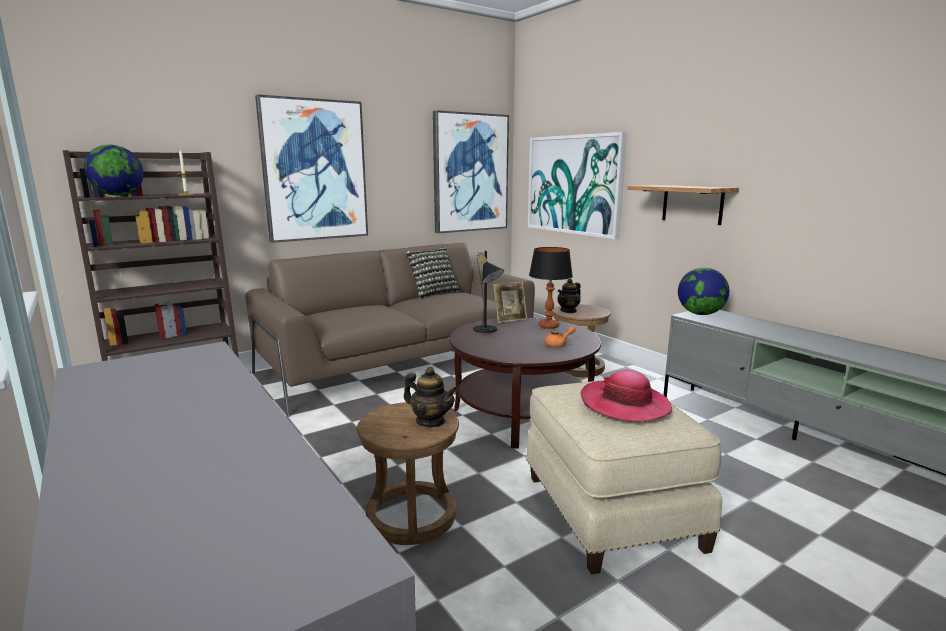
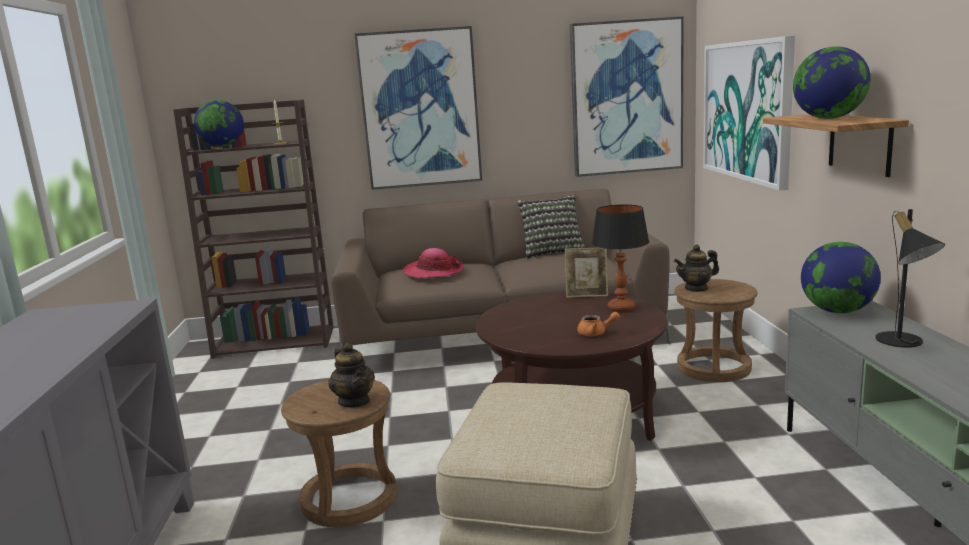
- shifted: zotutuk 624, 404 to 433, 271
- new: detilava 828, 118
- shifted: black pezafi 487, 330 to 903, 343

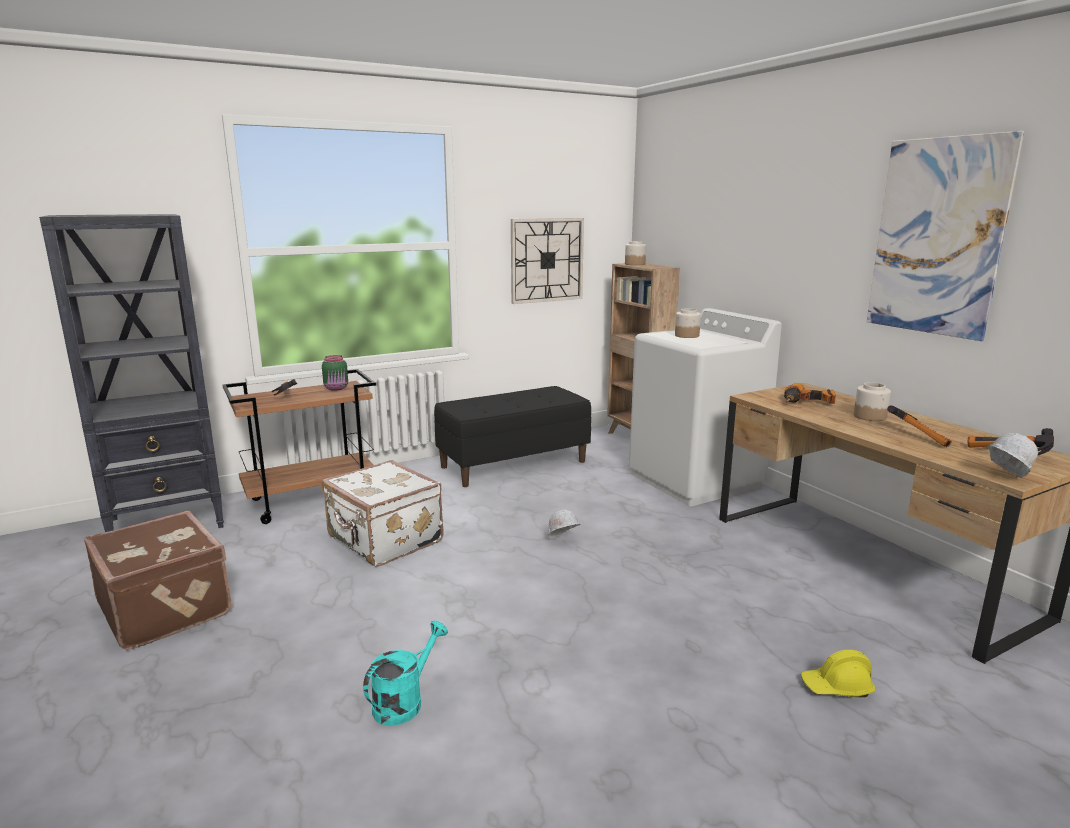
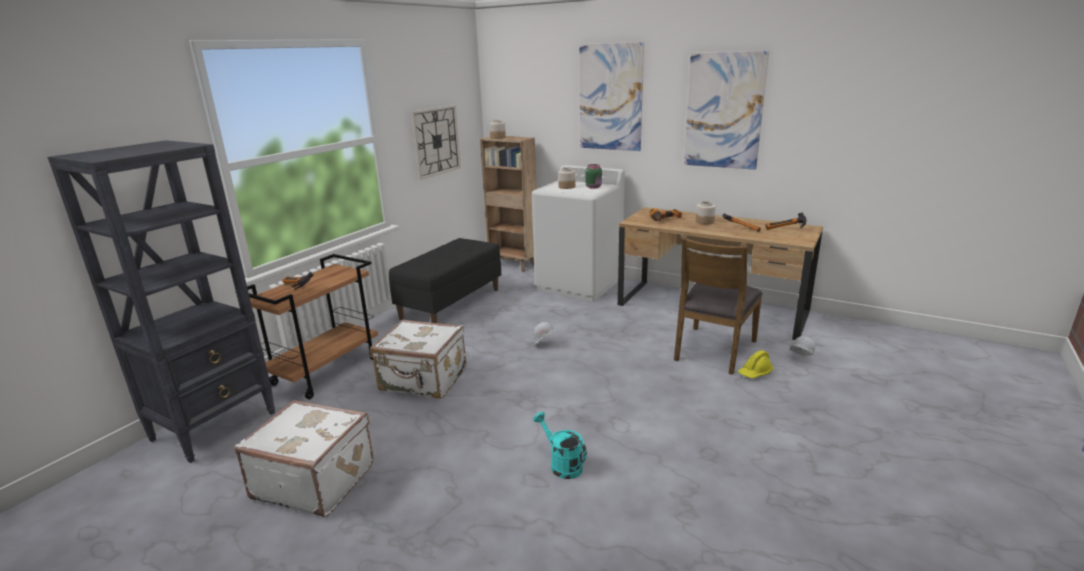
- repainted: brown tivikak 167, 608 to white tivikak 315, 480
- rotated: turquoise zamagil 404, 701 = 562, 464 45 degrees counterclockwise
- new: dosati 610, 97
- shifted: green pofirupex 337, 388 to 594, 187
- new: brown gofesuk 714, 350
- shifted: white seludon 1004, 478 to 800, 359

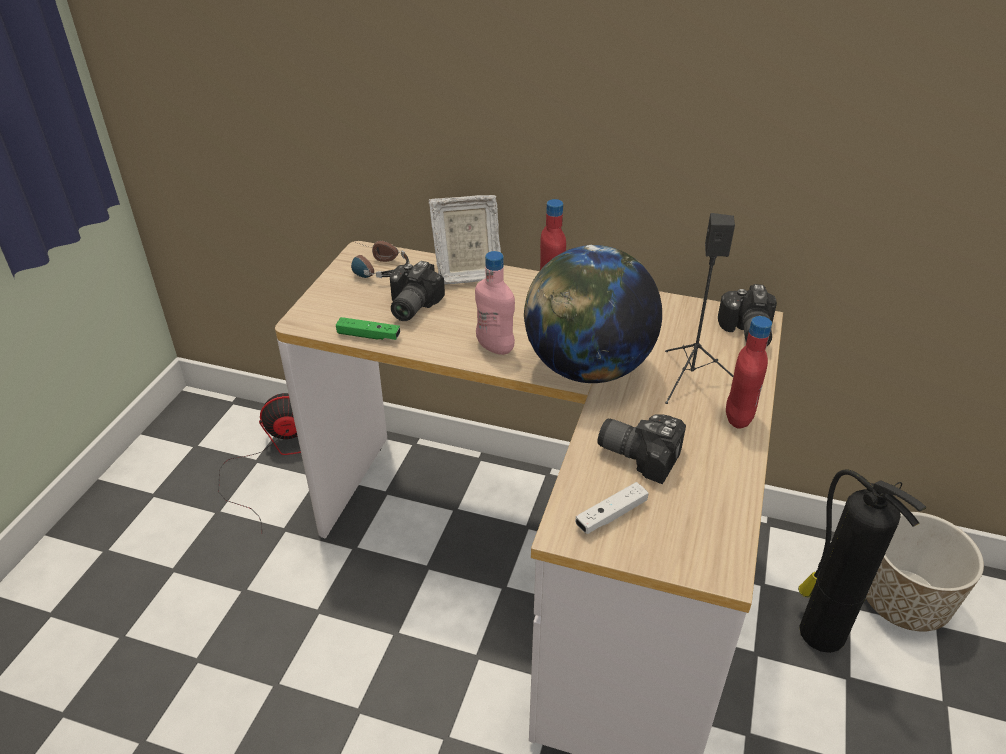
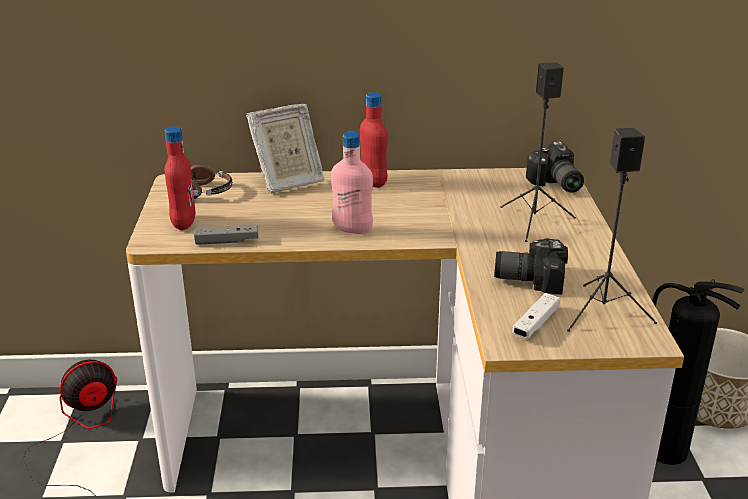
- shifted: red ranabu 738, 417 to 183, 223
- repainted: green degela 368, 335 to grey degela 227, 241
- new: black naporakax 603, 312
- gone: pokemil 409, 306
- gone: detilava 587, 368

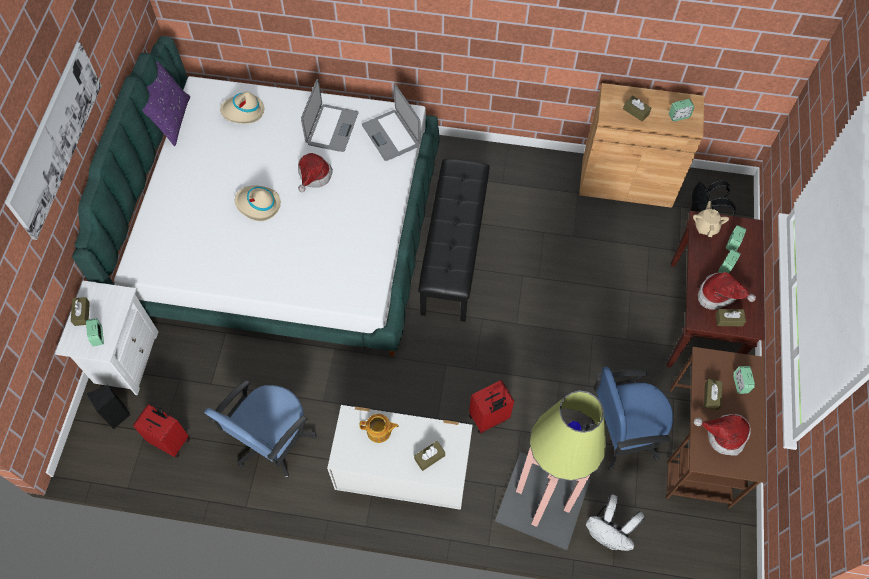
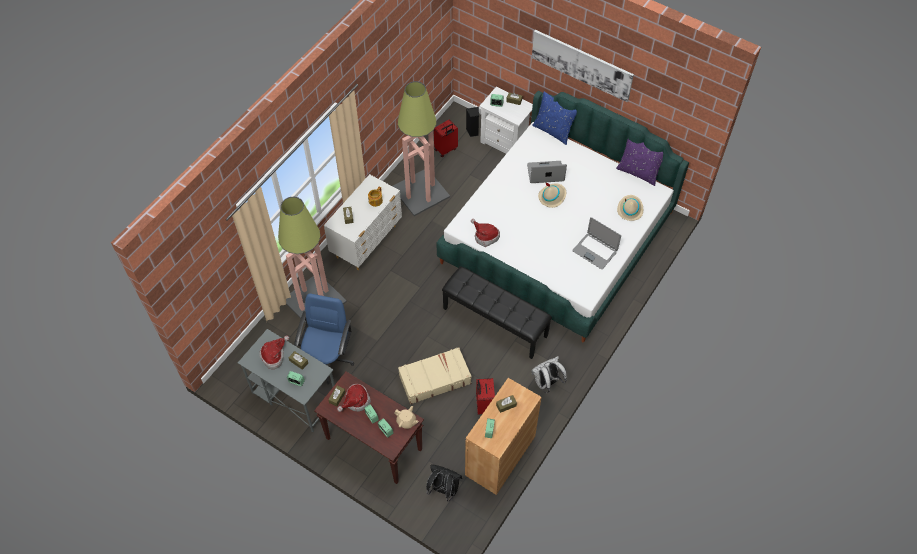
- repainted: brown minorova 699, 447 to grey minorova 294, 396
- swapped: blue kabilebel 272, 441 to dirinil 420, 191
- new: beige tivikak 434, 379
- shifted: zotutuk 313, 176 to 485, 236
- shifted: red tivikak 489, 418 to 484, 405
- shifted: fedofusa 391, 135 to 545, 173
- new: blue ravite 553, 131
- shifted: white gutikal 608, 534 to 547, 383

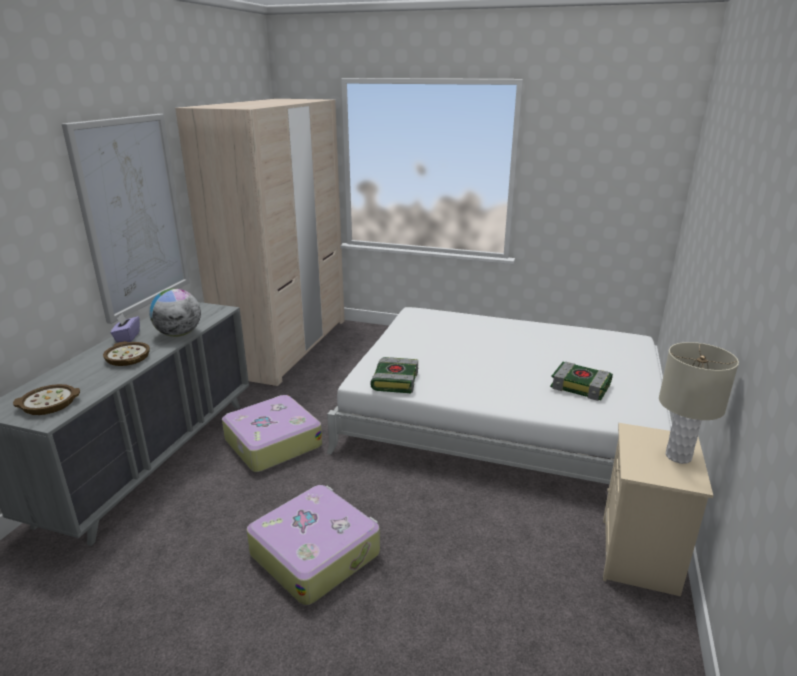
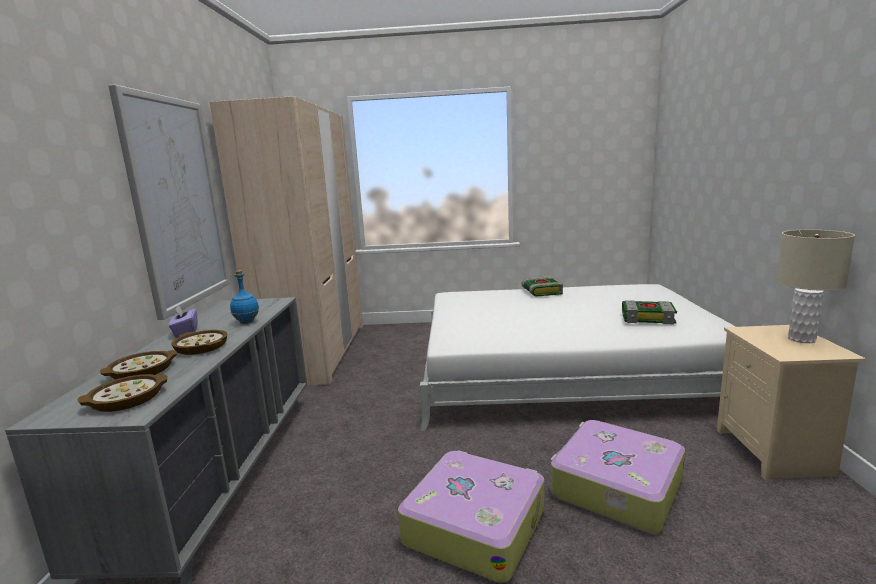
- new: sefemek 142, 371
- swapped: detilava 179, 334 to blue ranabu 246, 322
- shifted: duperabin 394, 380 to 541, 291
- shifted: tivikak 272, 443 to 615, 487

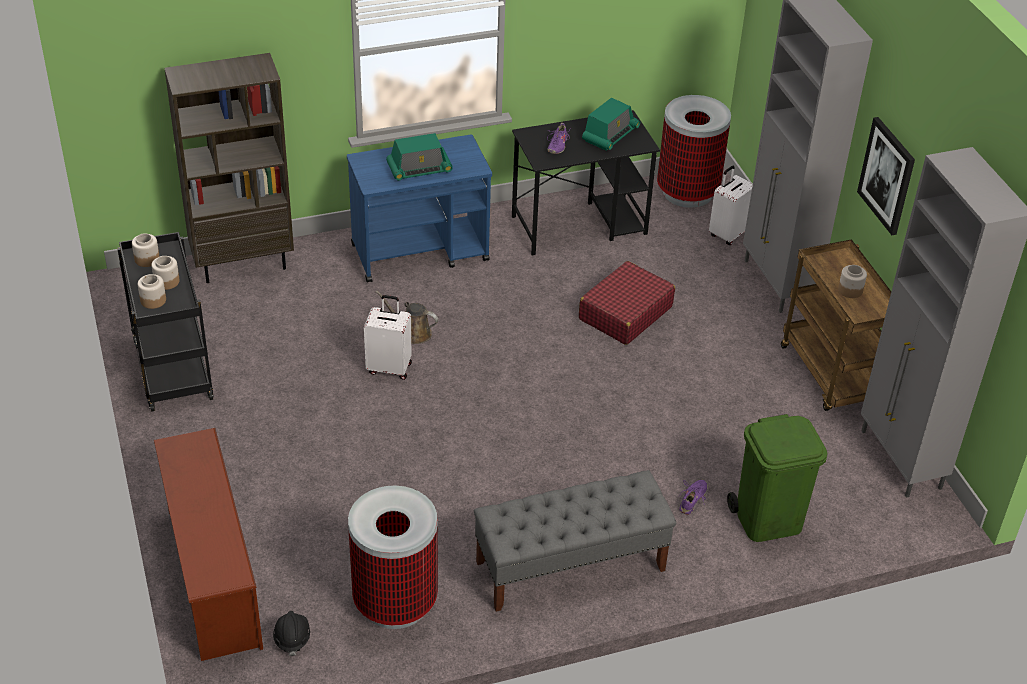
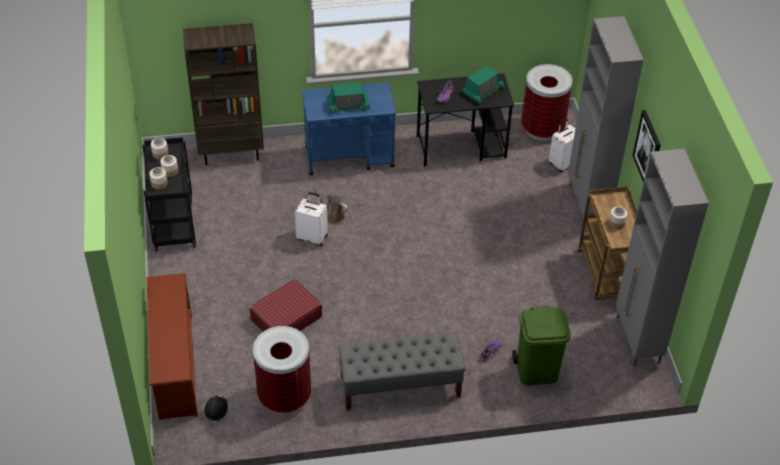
- shifted: red tivikak 625, 313 to 286, 318

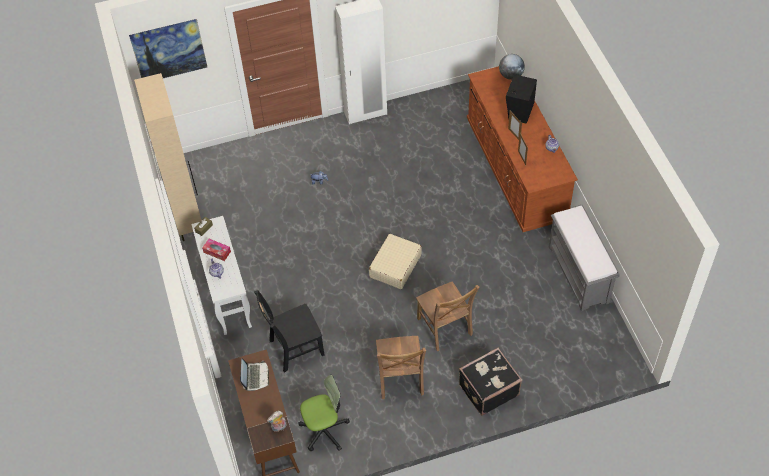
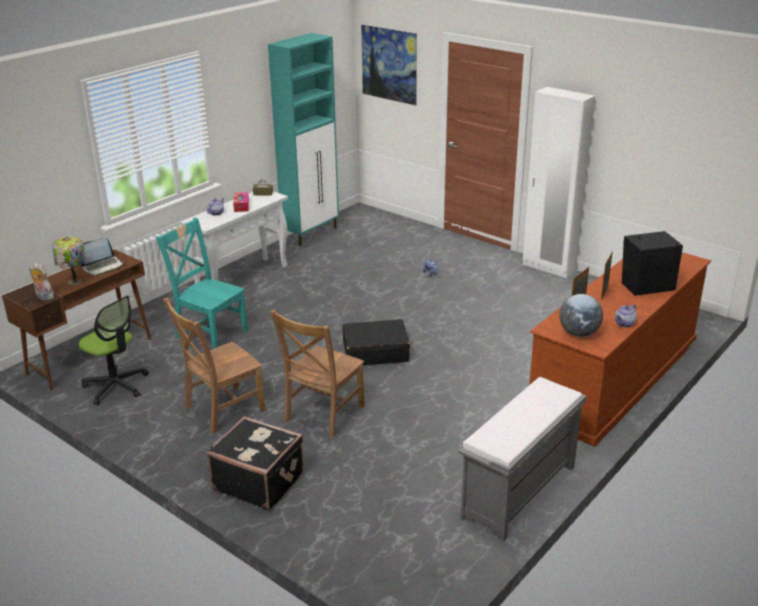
- new: pezafi 74, 282
- repainted: black gofesuk 294, 348 to turquoise gofesuk 209, 332
- repainted: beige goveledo 188, 218 to turquoise goveledo 311, 234
- repainted: beige tivikak 395, 266 to black tivikak 375, 352
- shifted: detilava 511, 75 to 579, 333

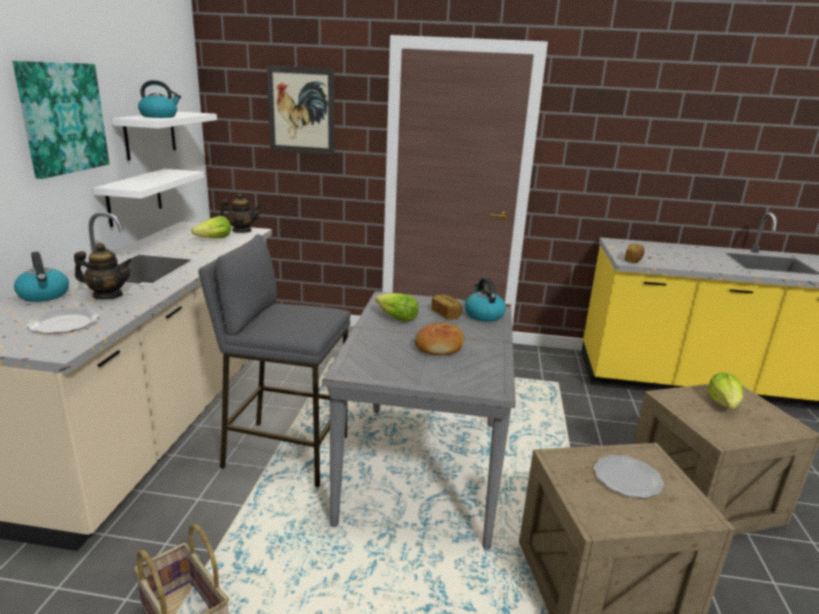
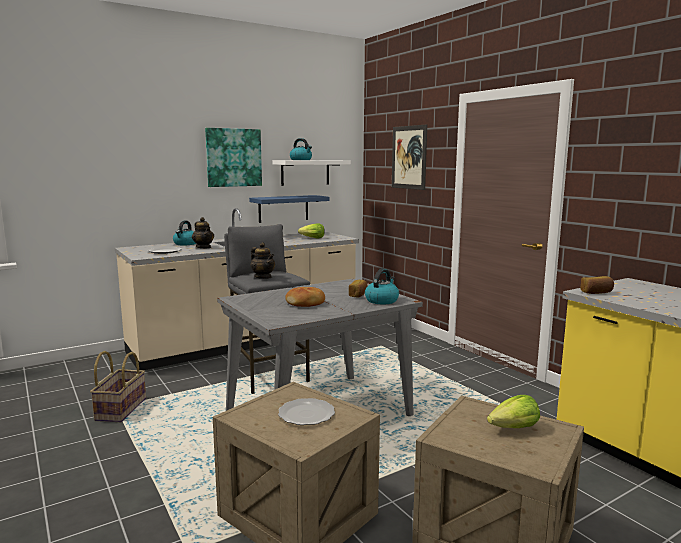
- repainted: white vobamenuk 134, 197 to blue vobamenuk 283, 208
- shifted: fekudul 241, 231 to 263, 277
- gone: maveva 396, 318

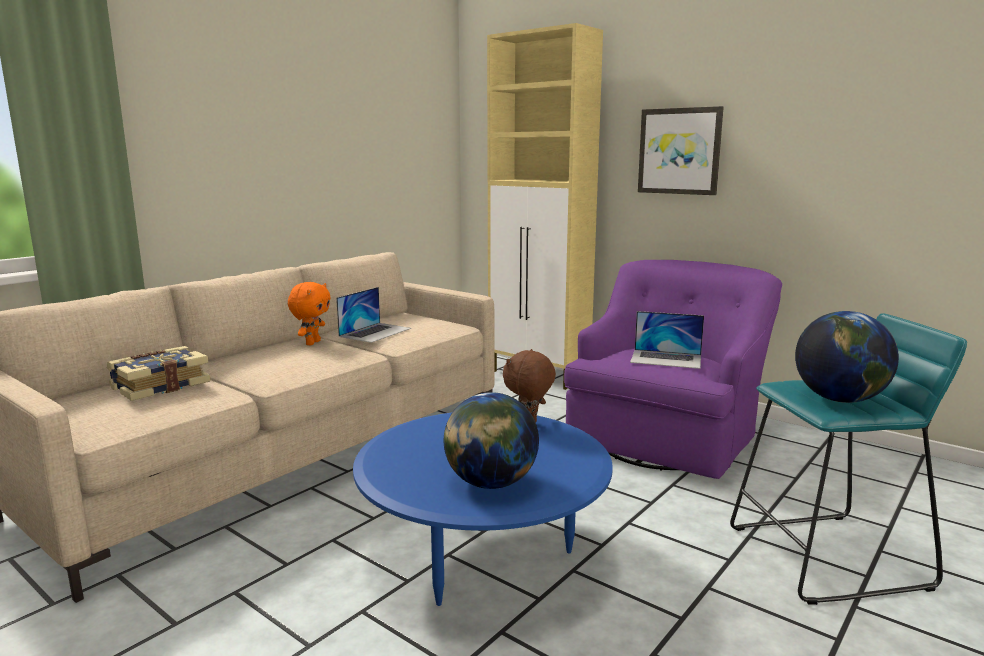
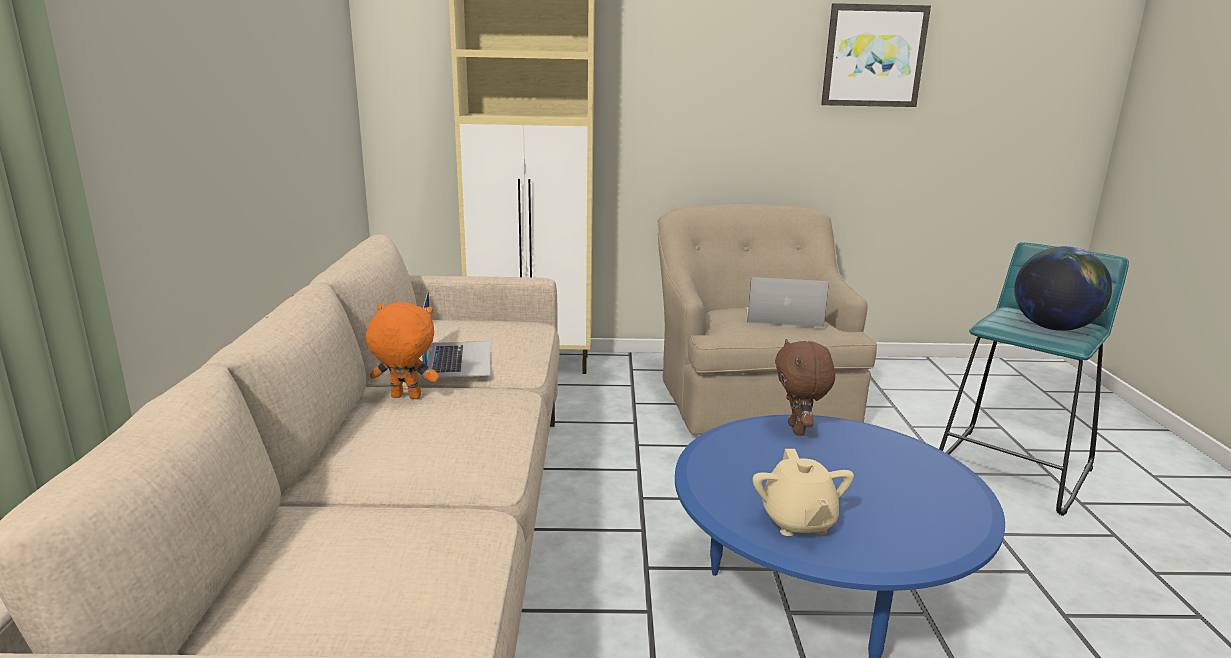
- rotated: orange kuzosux 312, 343 = 405, 398 60 degrees counterclockwise
- repainted: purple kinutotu 666, 435 to beige kinutotu 751, 398
- rotated: fedofusa 666, 359 = 783, 317 150 degrees counterclockwise
- new: beige fekudul 798, 522
- shifted: dosati 679, 151 to 873, 56
- gone: duperabin 160, 386
- gone: detilava 490, 483

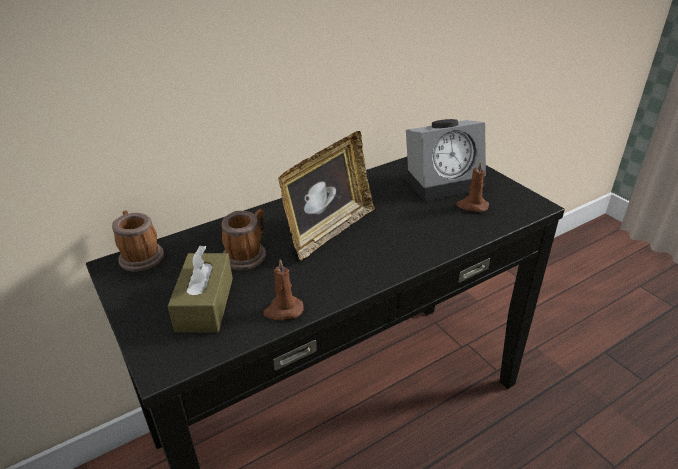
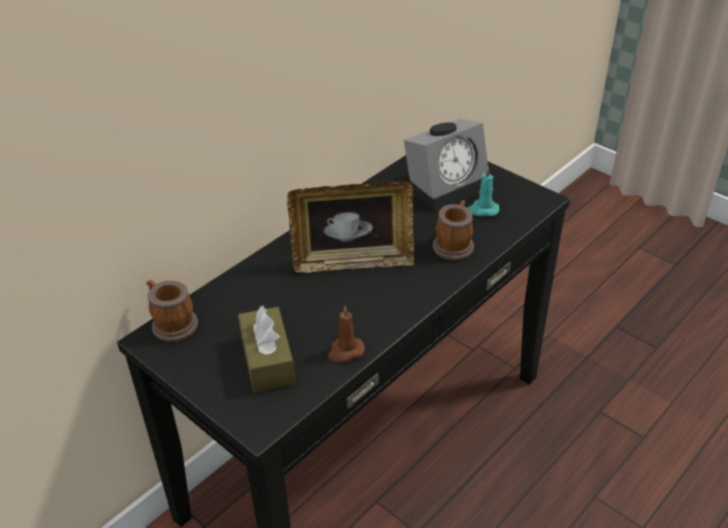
- rotated: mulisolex 329, 230 = 353, 262 60 degrees clockwise
- shifted: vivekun 248, 254 to 454, 244
- repainted: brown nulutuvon 472, 206 to turquoise nulutuvon 482, 210

